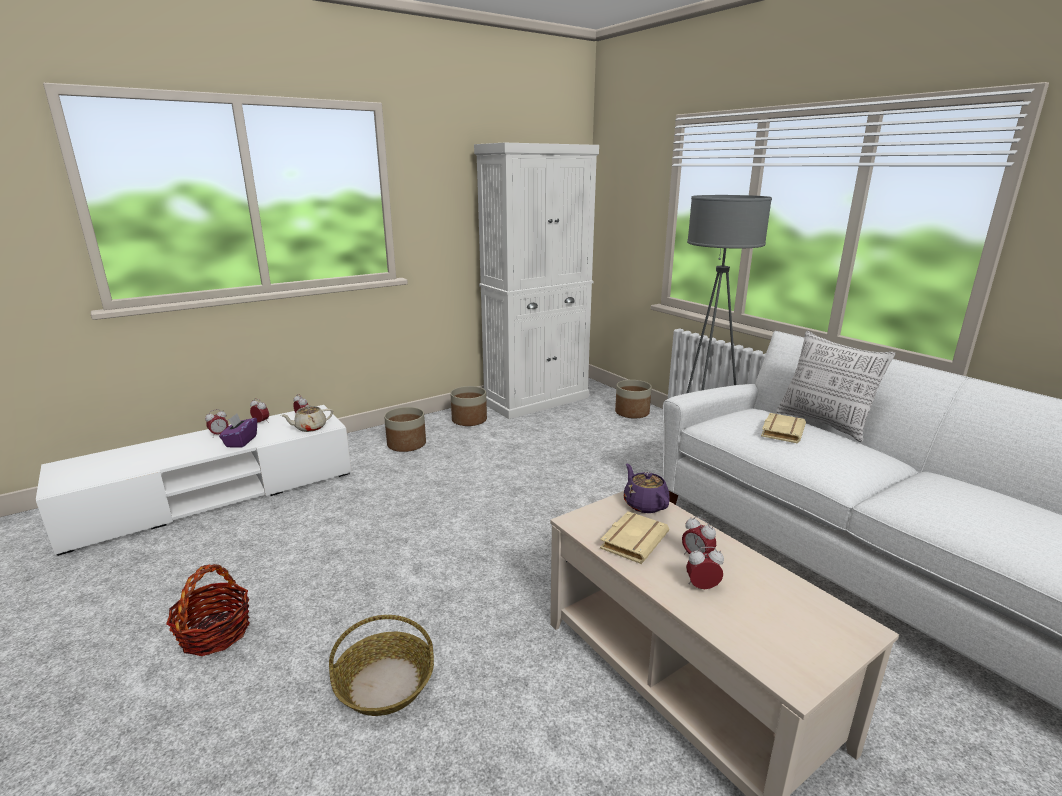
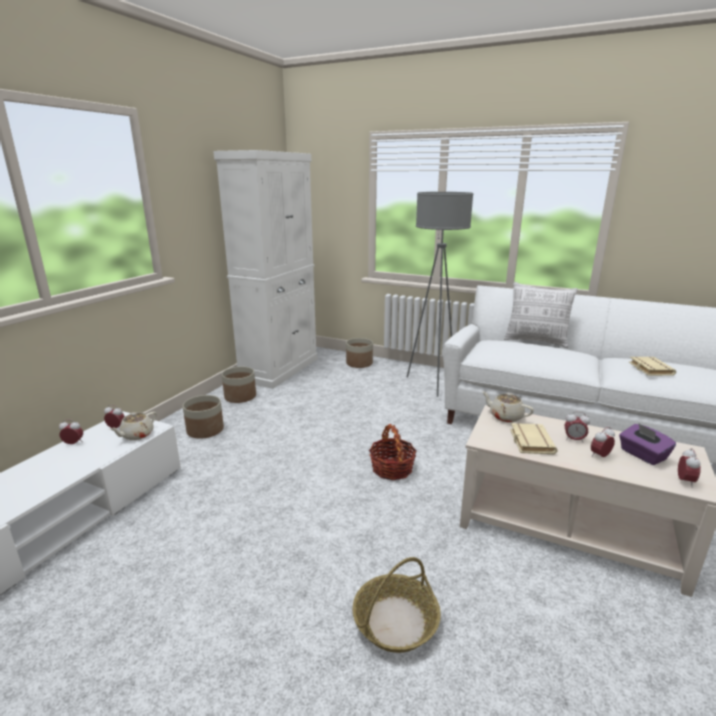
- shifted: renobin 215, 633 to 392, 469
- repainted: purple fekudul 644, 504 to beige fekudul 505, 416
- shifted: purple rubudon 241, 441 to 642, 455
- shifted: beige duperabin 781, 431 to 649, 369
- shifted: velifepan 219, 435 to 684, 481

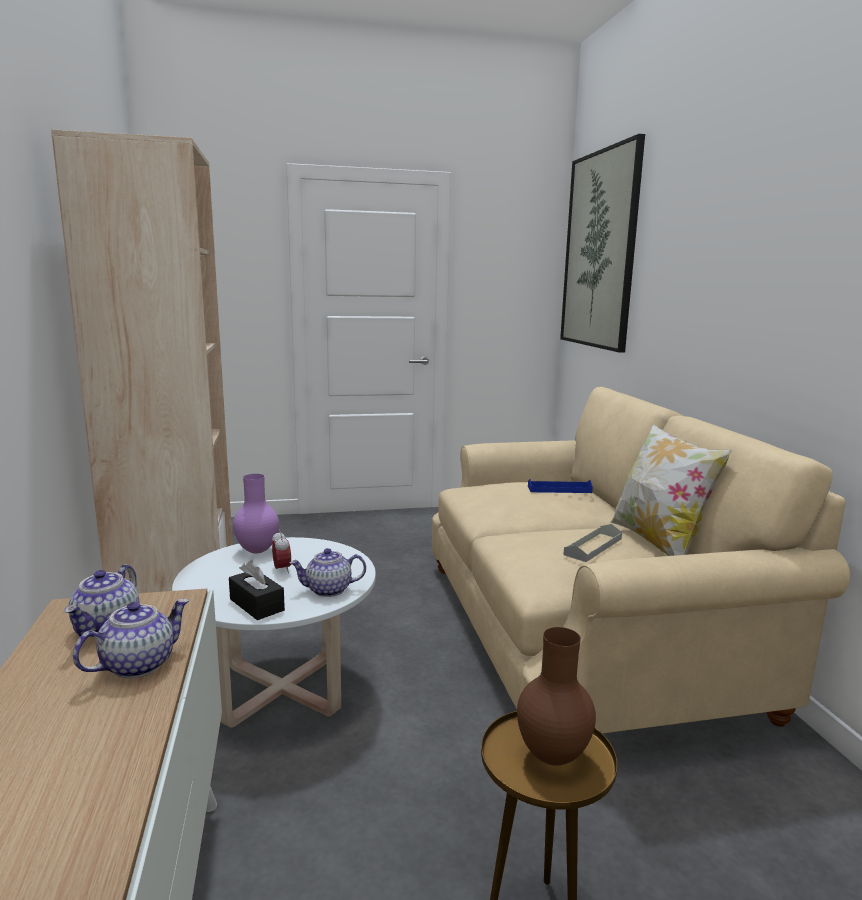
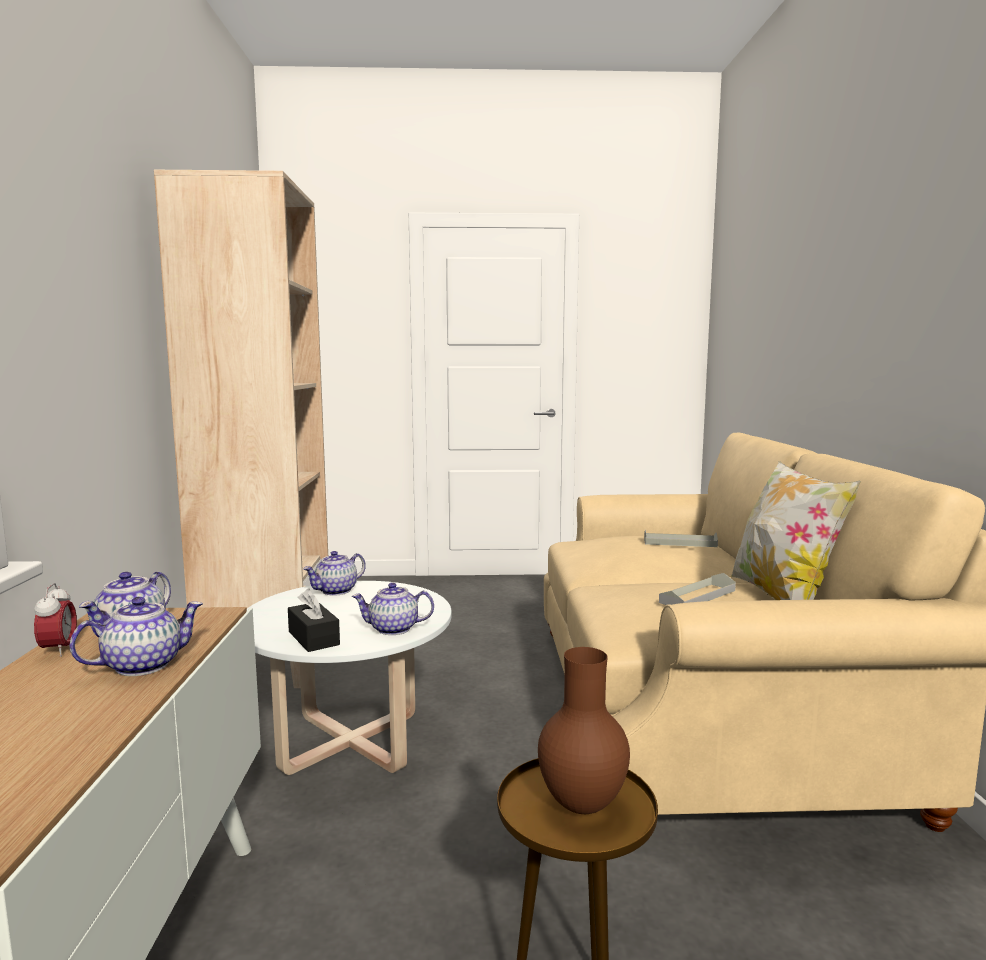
- shifted: velifepan 282, 569 to 58, 650
- swapped: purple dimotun 258, 551 to fekudul 336, 591
- repainted: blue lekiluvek 559, 489 to grey lekiluvek 680, 543
- gone: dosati 599, 250

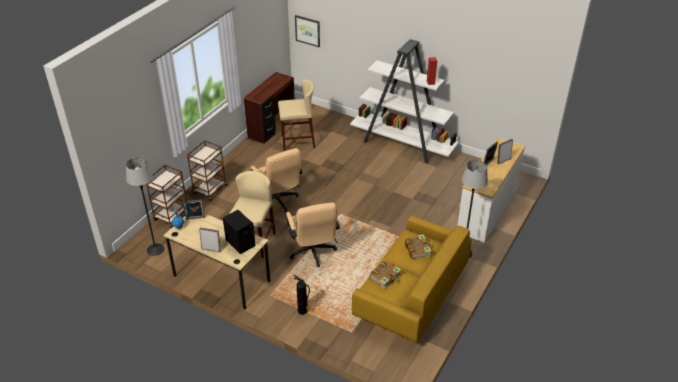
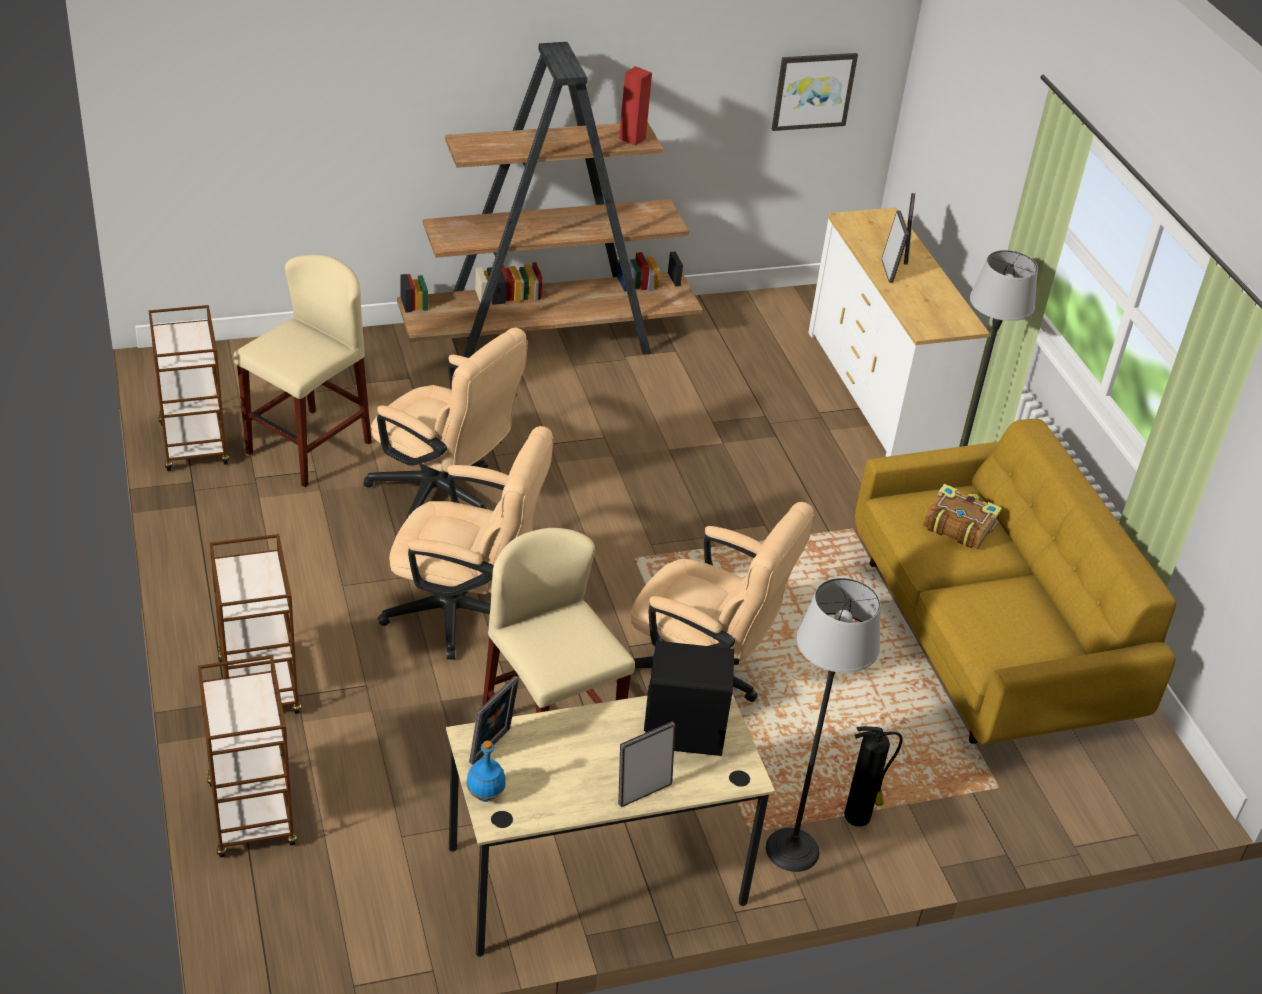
- swapped: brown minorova 272, 127 to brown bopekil 194, 445
- new: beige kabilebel 442, 495
- repainted: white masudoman 403, 145 to brown masudoman 549, 338
- shifted: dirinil 155, 249 to 792, 849
- shifted: dosati 307, 30 to 813, 90
- gone: duperabin 385, 278

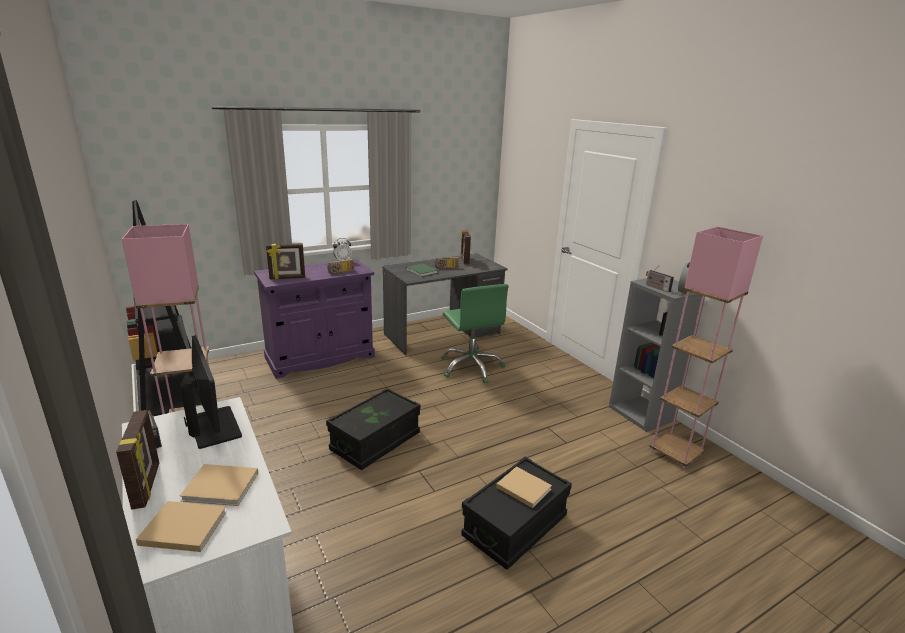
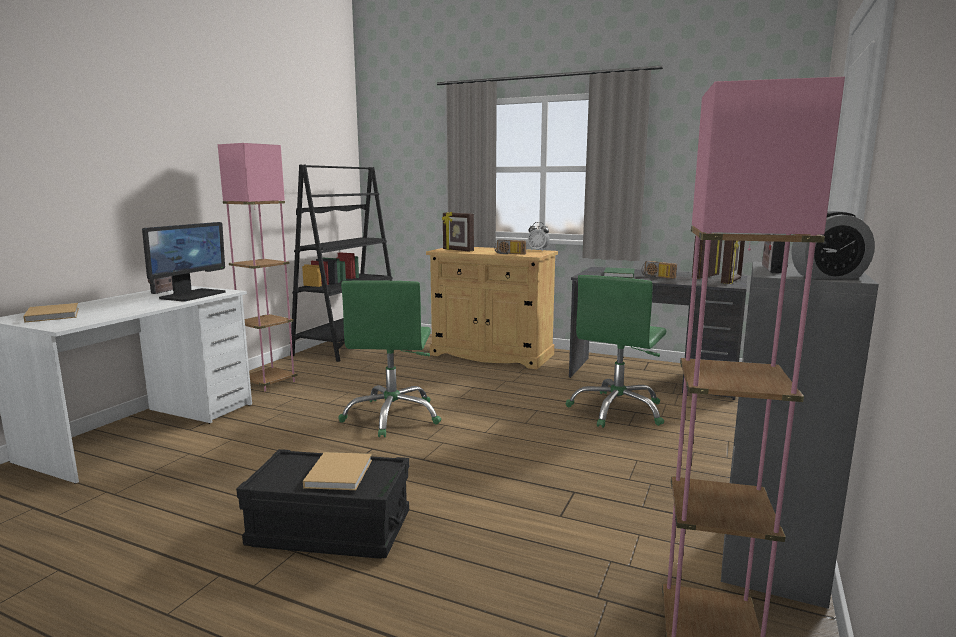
- swapped: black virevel 375, 442 to green kabilebel 392, 416
- repainted: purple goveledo 320, 357 to beige goveledo 491, 355
- shifted: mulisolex 147, 486 to 731, 281
- gone: beige duperabin 223, 487

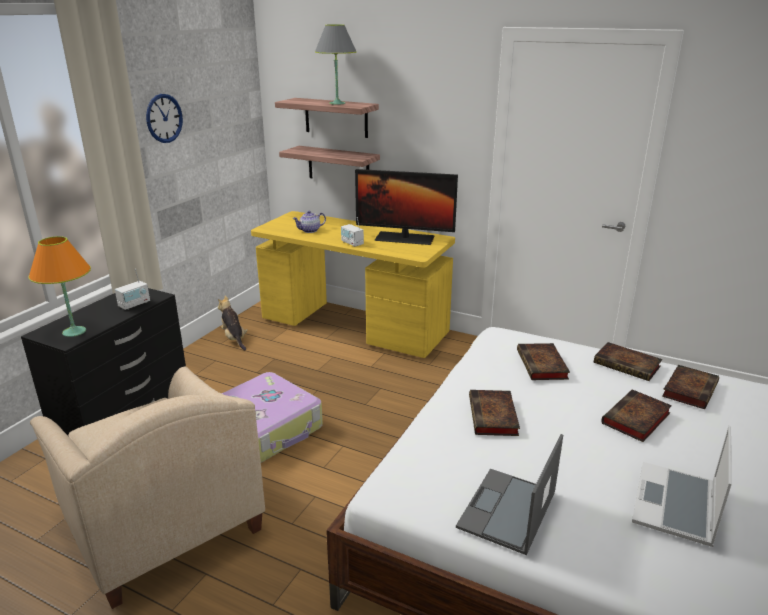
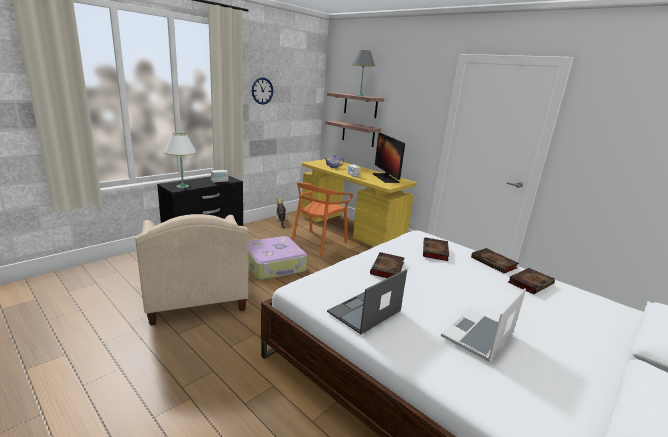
- repainted: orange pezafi 74, 332 to white pezafi 182, 186
- new: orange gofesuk 317, 243
- rotated: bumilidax 404, 238 = 385, 178 45 degrees clockwise
- gone: duperabin 635, 420

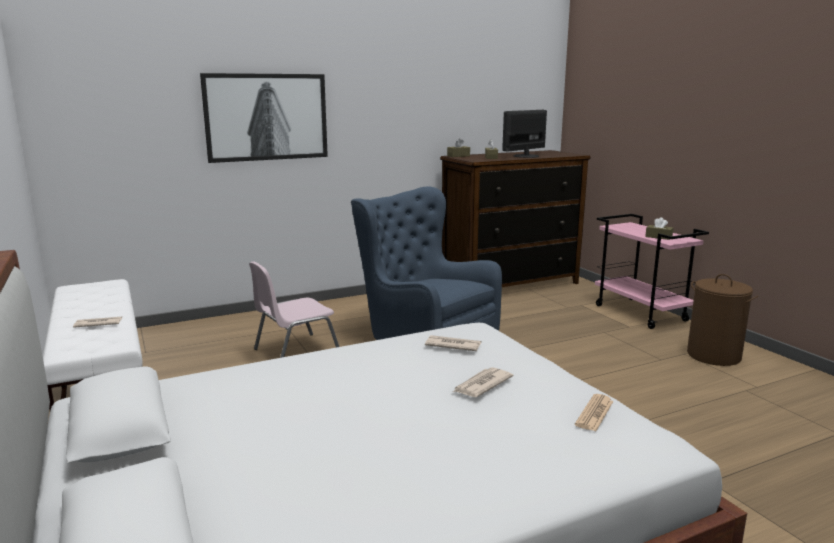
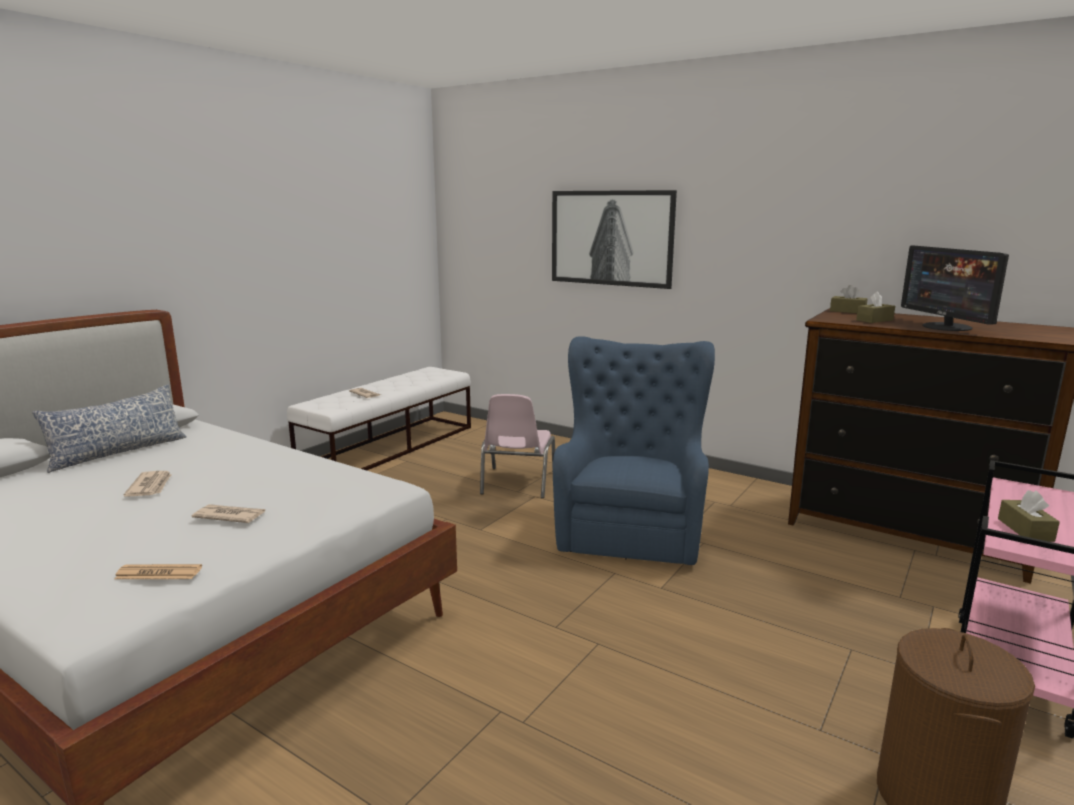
- new: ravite 118, 452
- shifted: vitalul 452, 345 to 151, 486
- rotated: pink gofesuk 295, 351 = 517, 483 105 degrees counterclockwise
- rotated: bumilidax 525, 156 = 946, 327 120 degrees counterclockwise

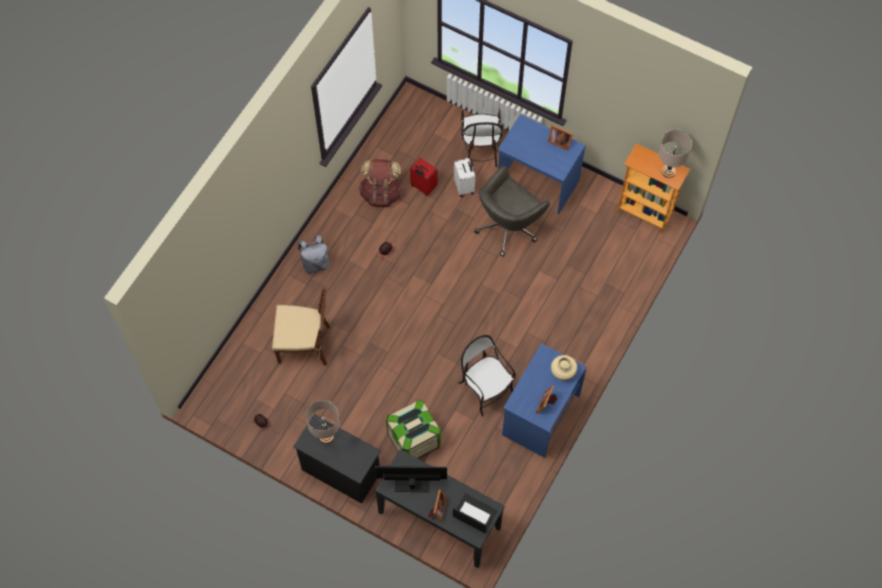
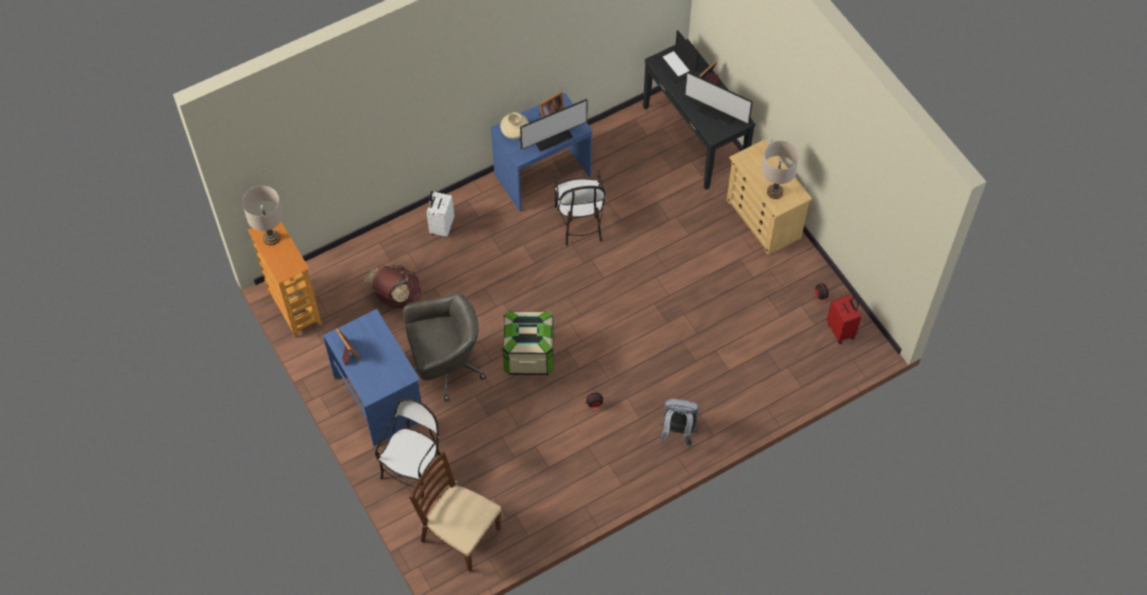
- shifted: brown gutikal 381, 193 to 397, 297
- shifted: brown gofesuk 305, 344 to 460, 534
- shifted: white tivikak 465, 186 to 441, 226
- shifted: virevel 414, 439 to 529, 355
- new: bumilidax 552, 138
- repainted: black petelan 340, 471 to beige petelan 763, 219
- shifted: red tivikak 423, 187 to 841, 330

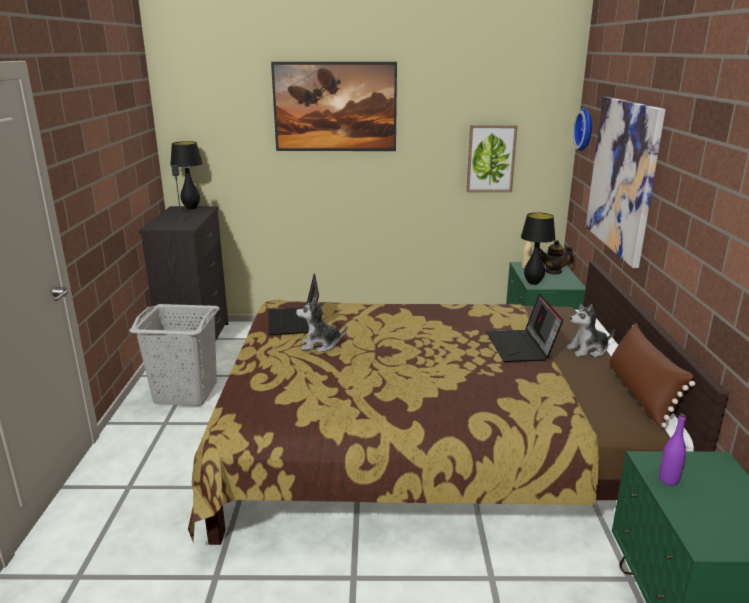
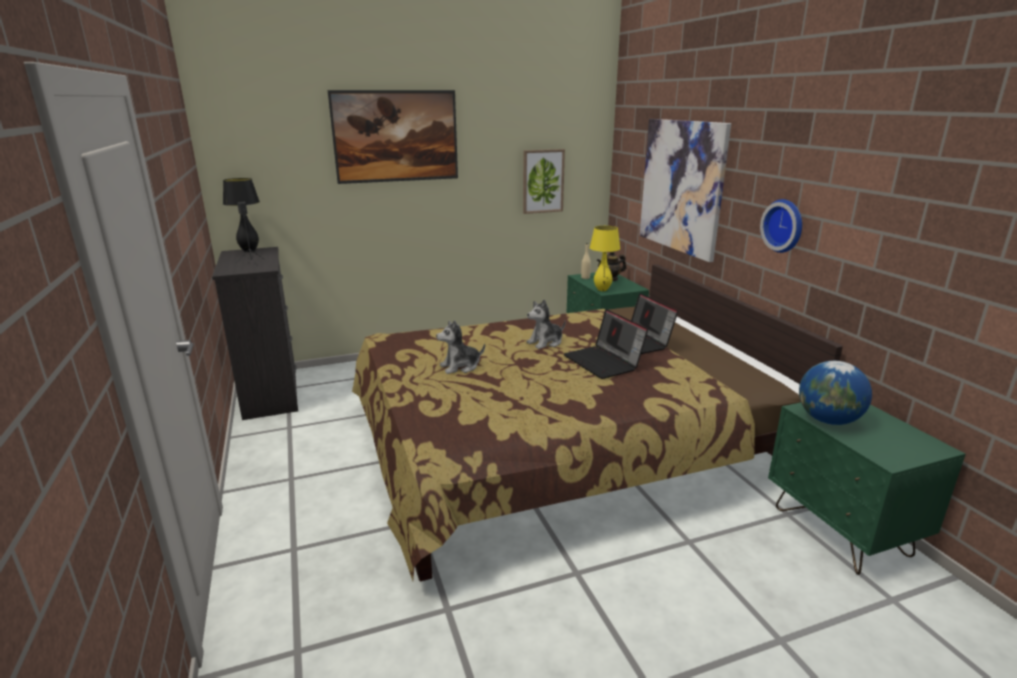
- shifted: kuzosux 588, 350 to 545, 342
- shifted: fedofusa 294, 322 to 604, 362
- repainted: black pezafi 533, 283 to yellow pezafi 602, 290
- shifted: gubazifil 586, 129 to 785, 225
- swapped: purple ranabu 668, 480 to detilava 828, 420
- gone: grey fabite 185, 393
- gone: brown ravite 640, 394

